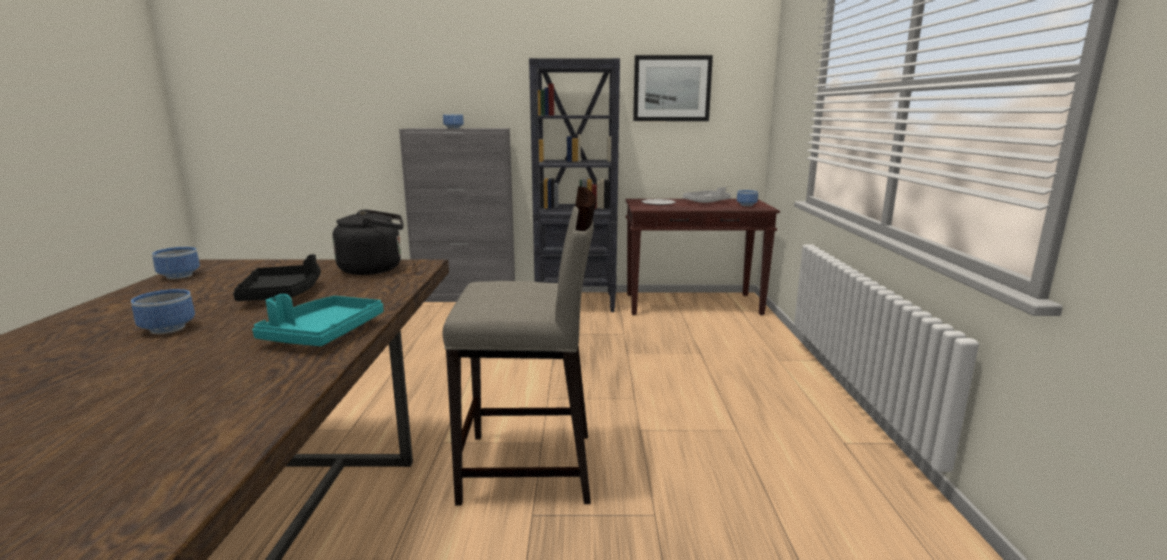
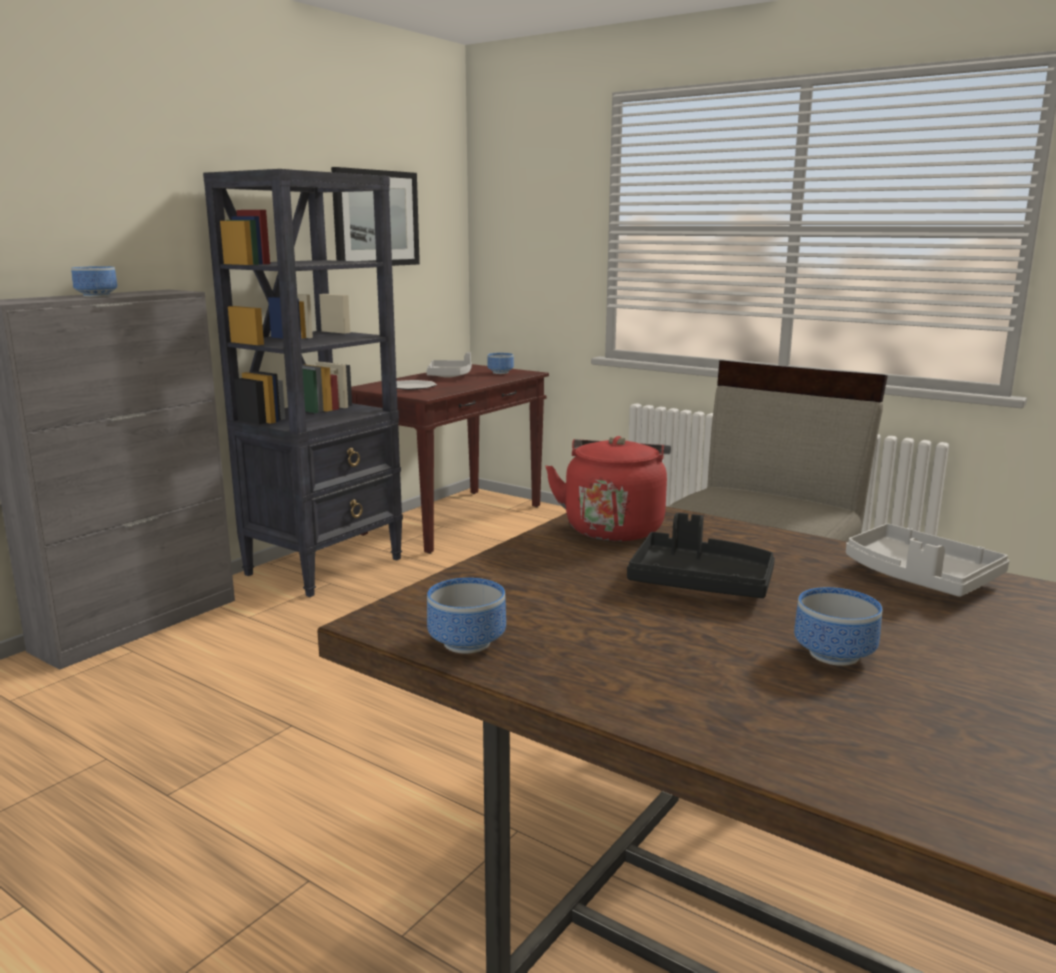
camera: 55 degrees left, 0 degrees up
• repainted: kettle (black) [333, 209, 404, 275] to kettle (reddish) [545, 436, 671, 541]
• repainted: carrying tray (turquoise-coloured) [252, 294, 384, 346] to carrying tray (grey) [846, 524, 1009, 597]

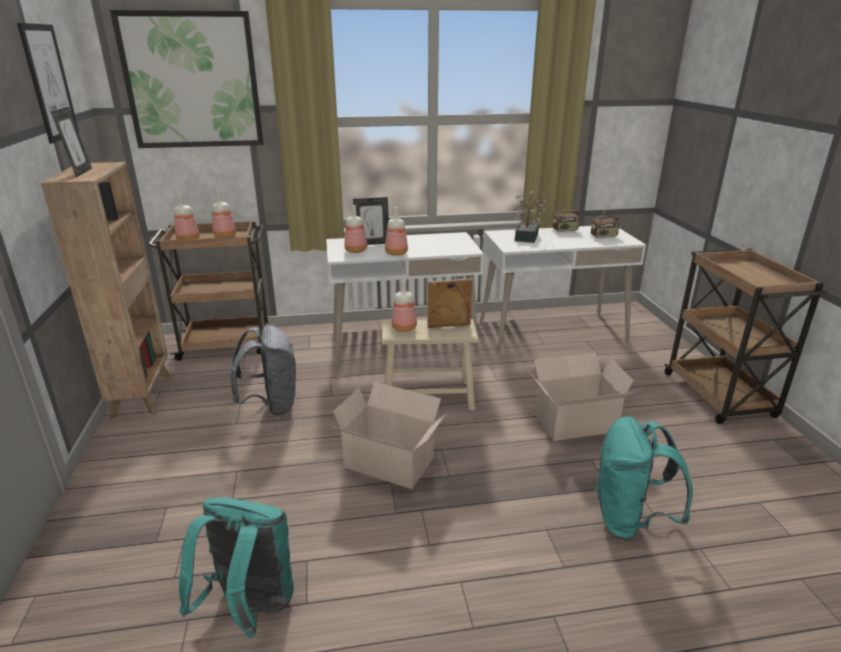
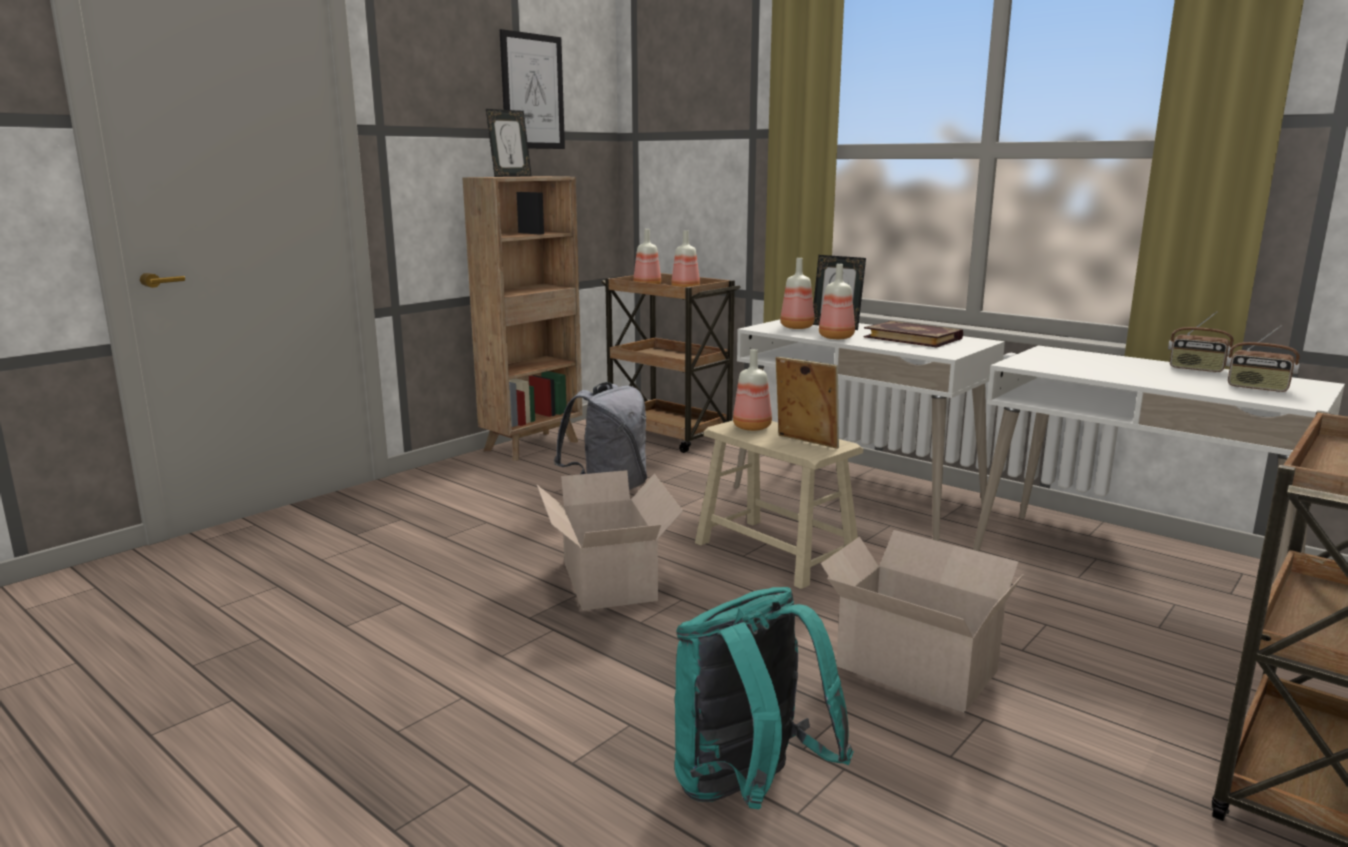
camera: 50 degrees right, 10 degrees down
• new: book [864, 321, 963, 347]
• gone: wall art [110, 10, 264, 148]
• gone: backpack (turquoise-coloured) [179, 497, 294, 638]
• gone: potted plant [512, 191, 547, 243]

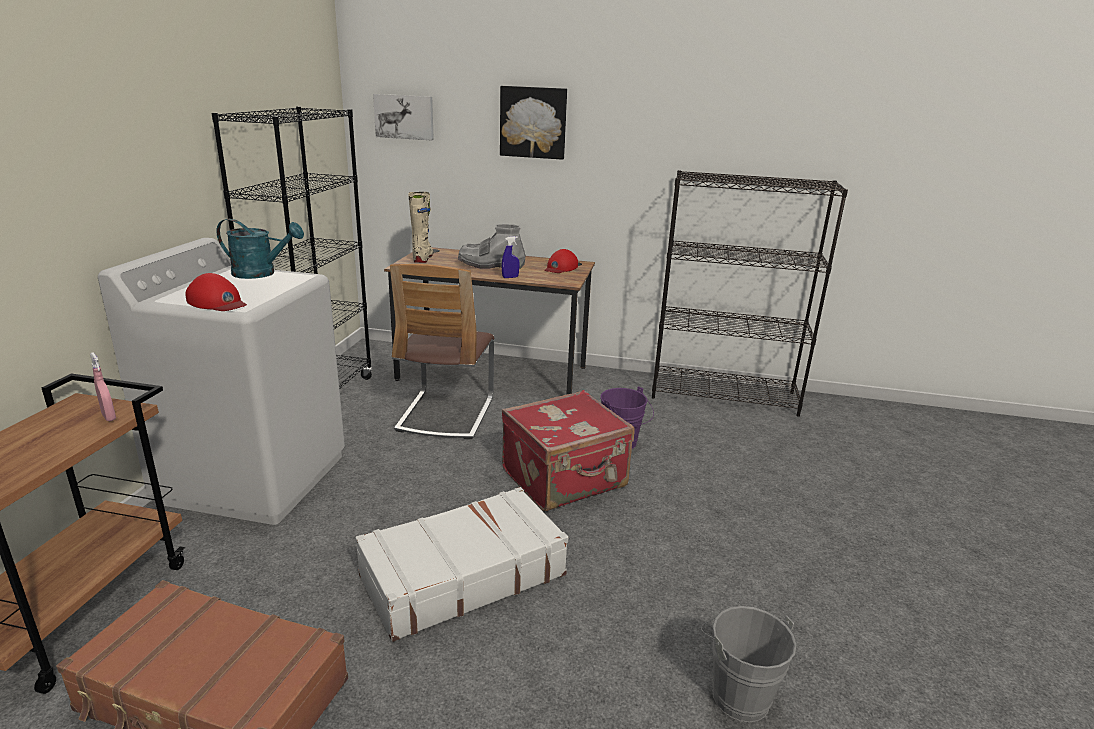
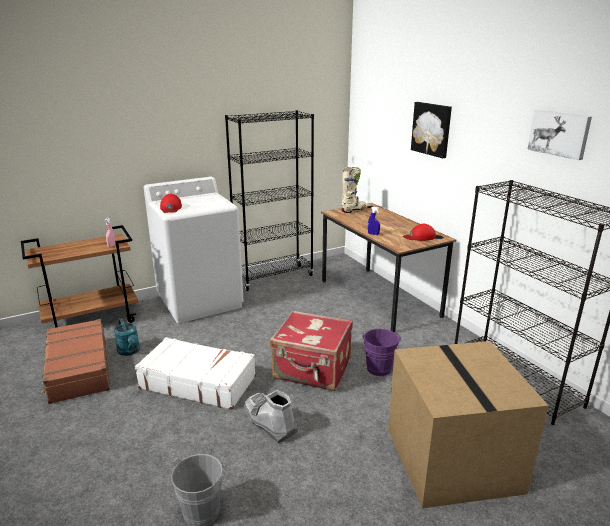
camera: 50 degrees right, 0 degrees up
• shifted: sprinkling can (turquoise-coloured) [217, 219, 304, 279] to [114, 318, 140, 356]
• shifted: tall boot (grey) [458, 224, 525, 269] to [244, 390, 298, 443]
• new: packing box [388, 341, 549, 508]
• shifted: wall art [373, 94, 434, 140] to [527, 110, 592, 160]
• gone: chair [390, 264, 494, 439]

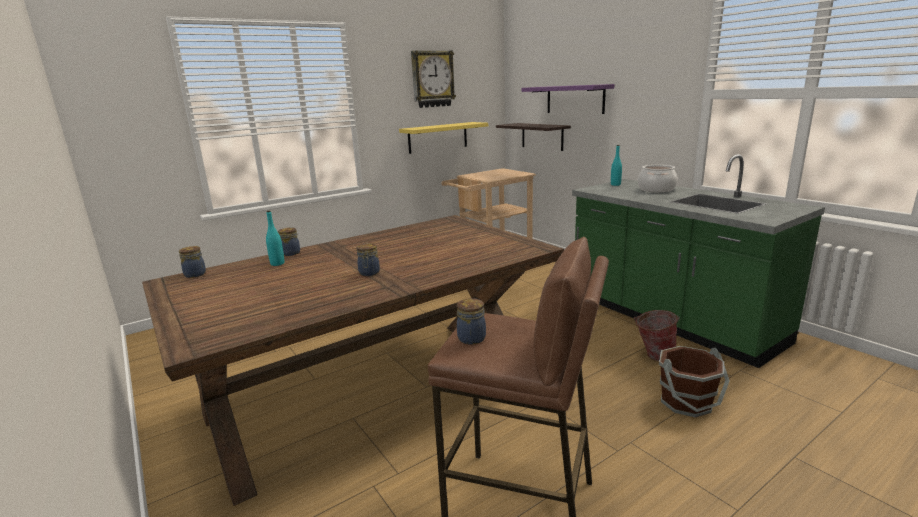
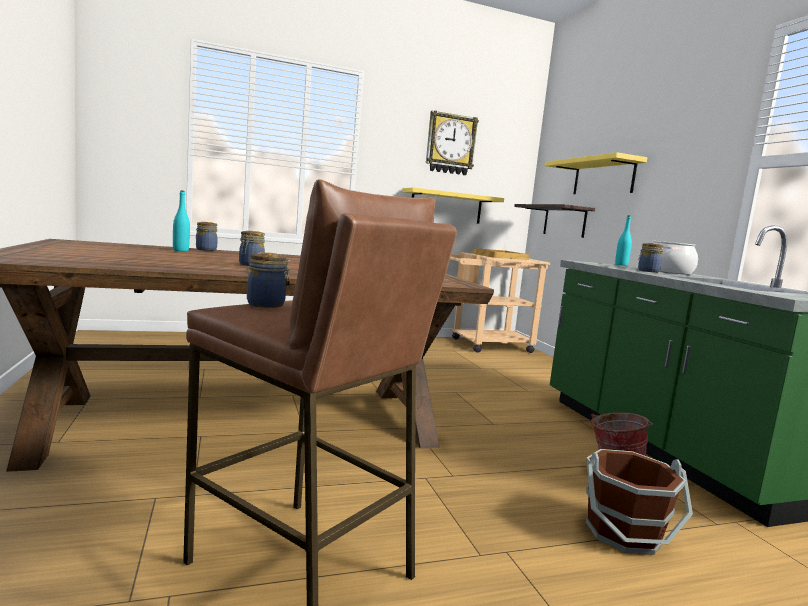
camera: 15 degrees right, 10 degrees down
• new: carrying tray (sand-coloured) [473, 248, 529, 260]
• repainted: bracket shelf (purple) [522, 84, 614, 114] to bracket shelf (yellow) [545, 152, 648, 194]
• shifted: jar [179, 246, 206, 278] to [638, 243, 664, 273]

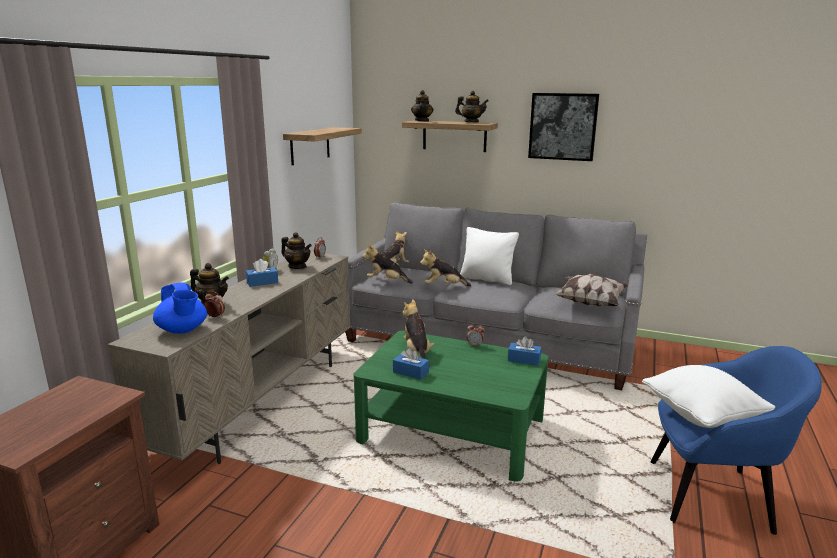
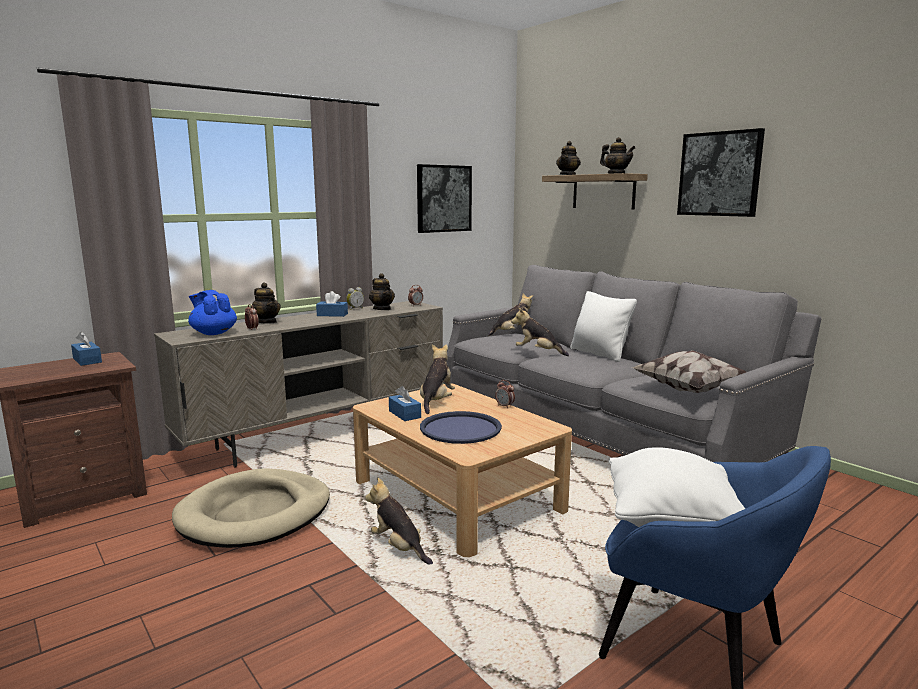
camera: 30 degrees right, 5 degrees down
• shifted: tissue holder (bluish) [508, 336, 542, 366] to [71, 332, 102, 366]
• new: pet bed (sand-coloured) [172, 468, 330, 548]
• rotated: tea pot (bluish) [153, 282, 207, 334] = [188, 290, 237, 335] 135 degrees clockwise
• repainted: coffee table (green) [354, 331, 549, 482] to coffee table (sand-coloured) [353, 383, 572, 557]
• shifted: soft toy [362, 244, 413, 284] to [365, 477, 433, 564]
• swapped: bracket shelf [283, 127, 362, 165] to wall art [417, 164, 472, 233]
• new: carrying tray (bluish) [420, 411, 502, 444]

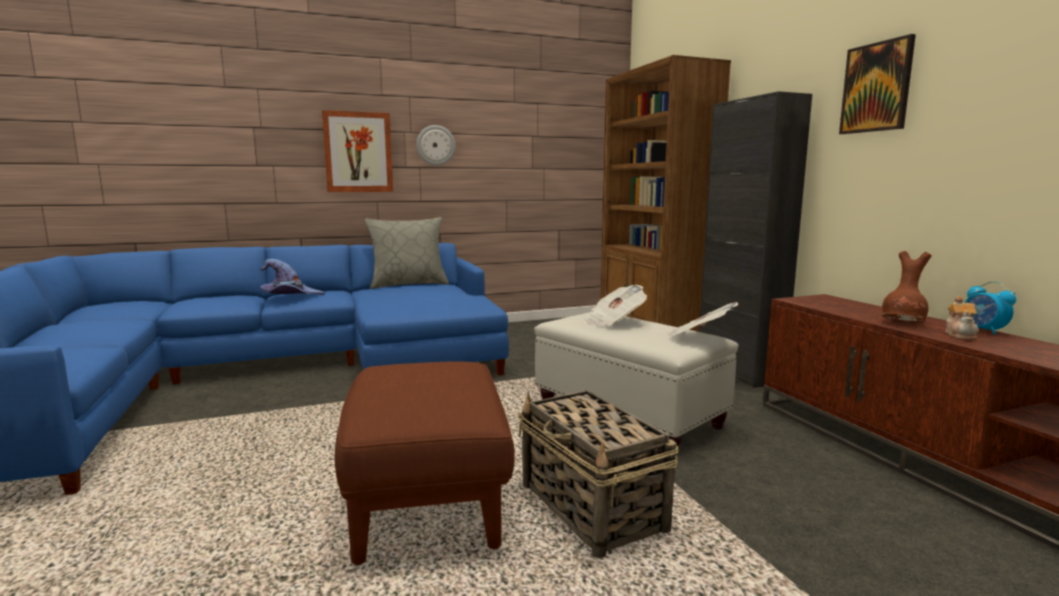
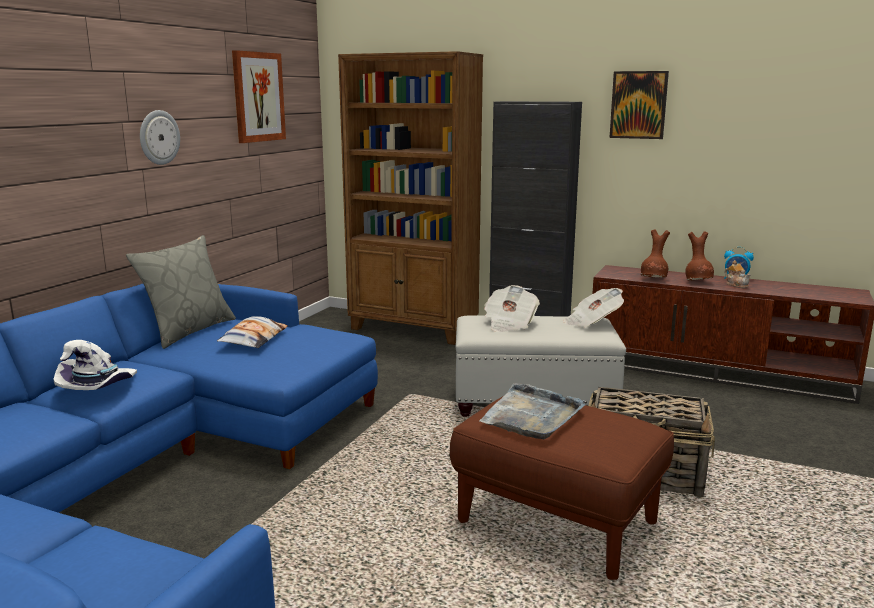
camera: 45 degrees left, 5 degrees up
• repainted: wearable hat (purple) [260, 259, 325, 295] to wearable hat (whitish) [54, 340, 137, 390]
• new: cushion [217, 316, 288, 348]
• shifted: wall art [322, 110, 393, 192] to [232, 50, 286, 143]
• new: carrying tray (grey) [479, 383, 586, 439]
• new: vase (brown) [641, 229, 670, 278]

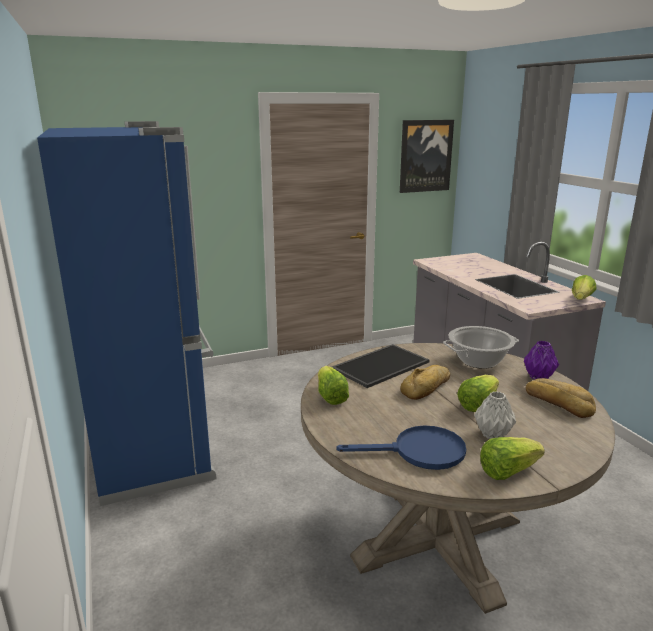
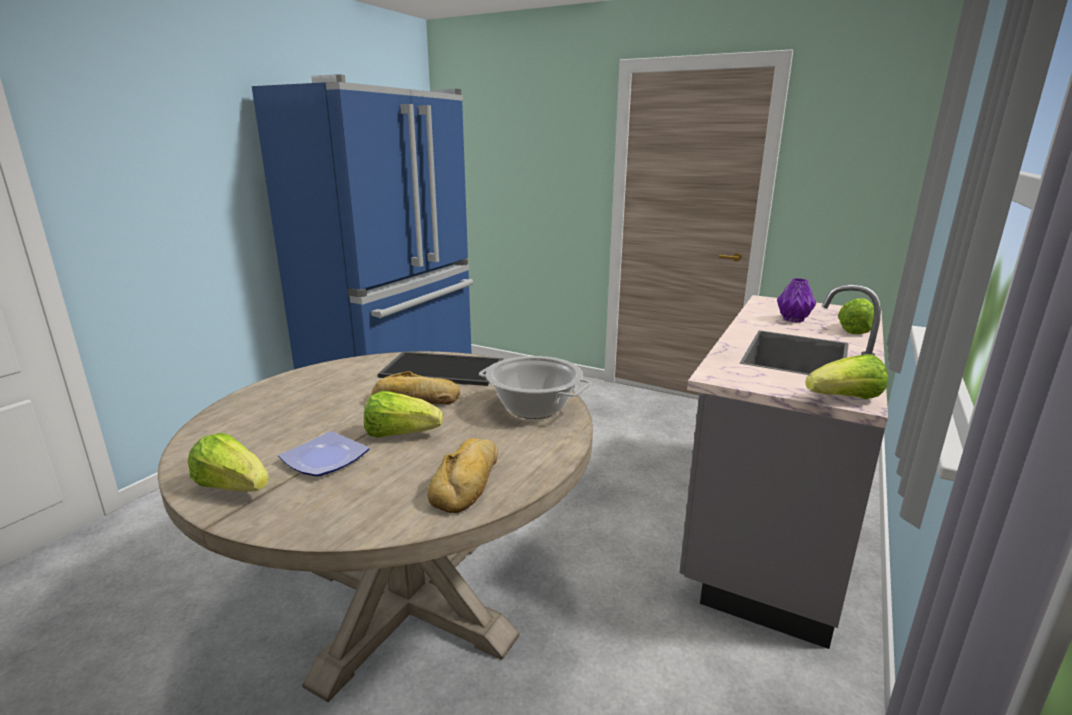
camera: 50 degrees right, 0 degrees up
• swapped: vase (grey) [474, 391, 516, 439] to flat dish [278, 431, 370, 477]
• shifted: vase (purple) [524, 341, 559, 379] to [777, 278, 816, 322]
• shifted: lettuce head [318, 366, 349, 405] to [838, 298, 874, 334]
• gone: frying pan (bluish) [336, 425, 466, 470]
• gone: wall art [400, 120, 454, 193]

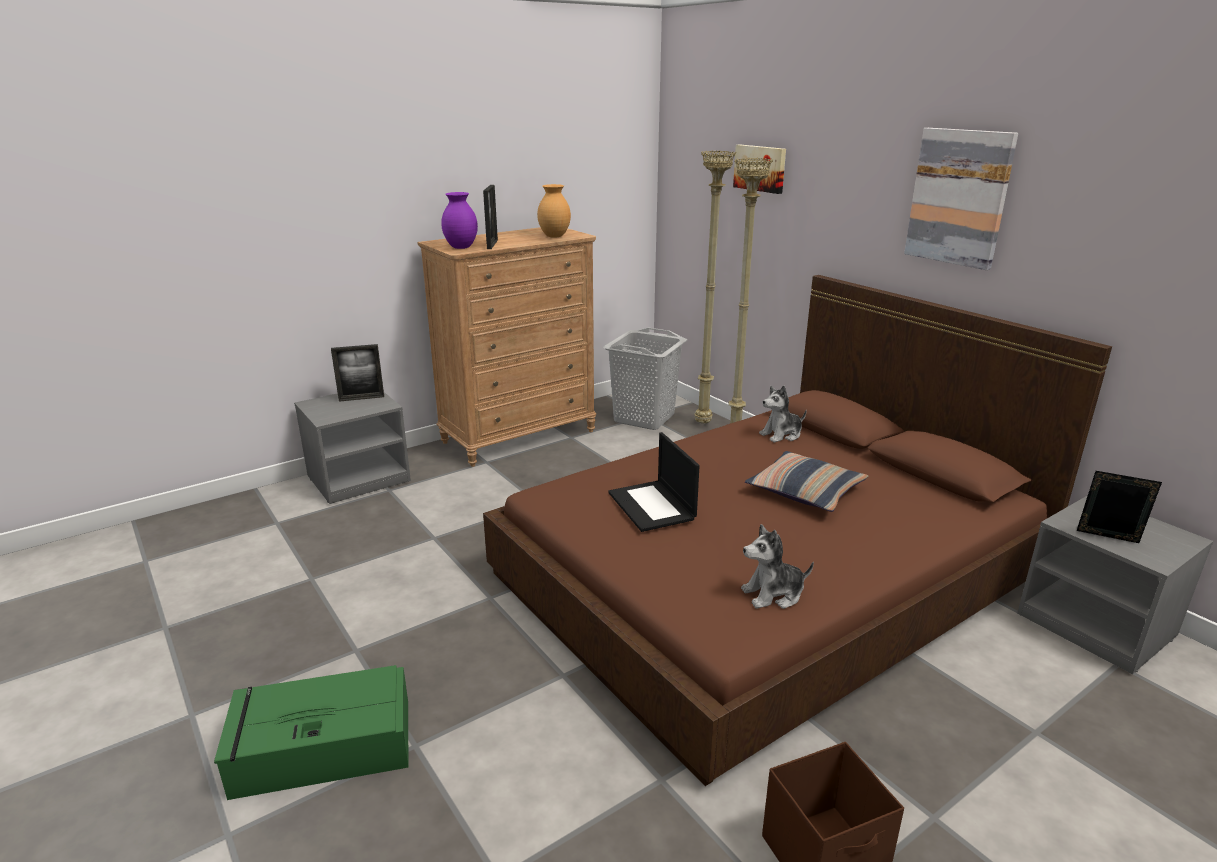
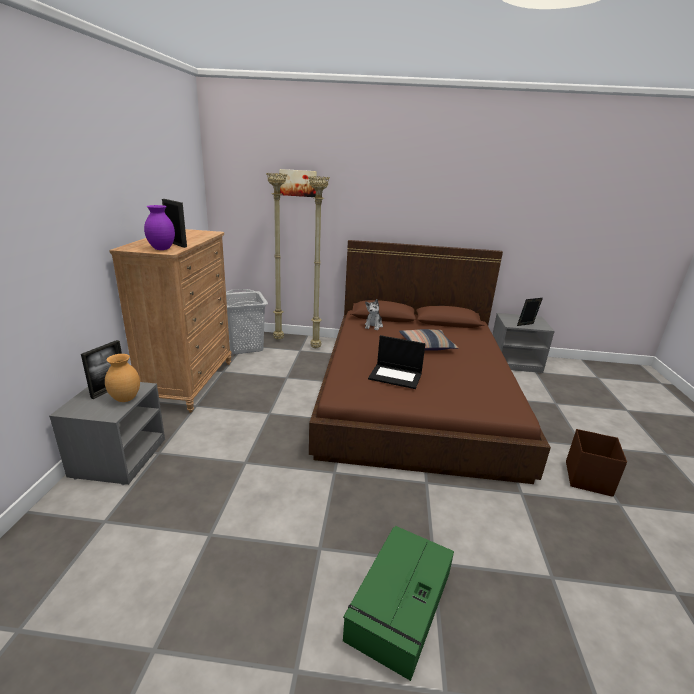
camera: 50 degrees left, 0 degrees up
• shifted: vase (brown) [537, 184, 571, 238] to [105, 354, 140, 402]
• gone: soft toy [741, 524, 814, 609]
• gone: wall art [904, 128, 1018, 270]

